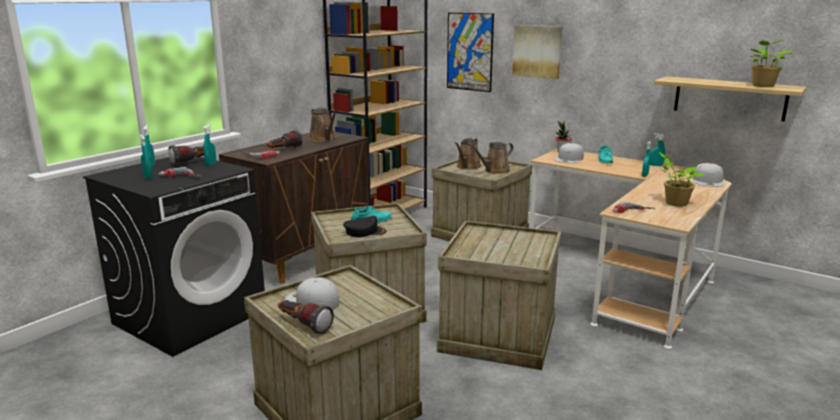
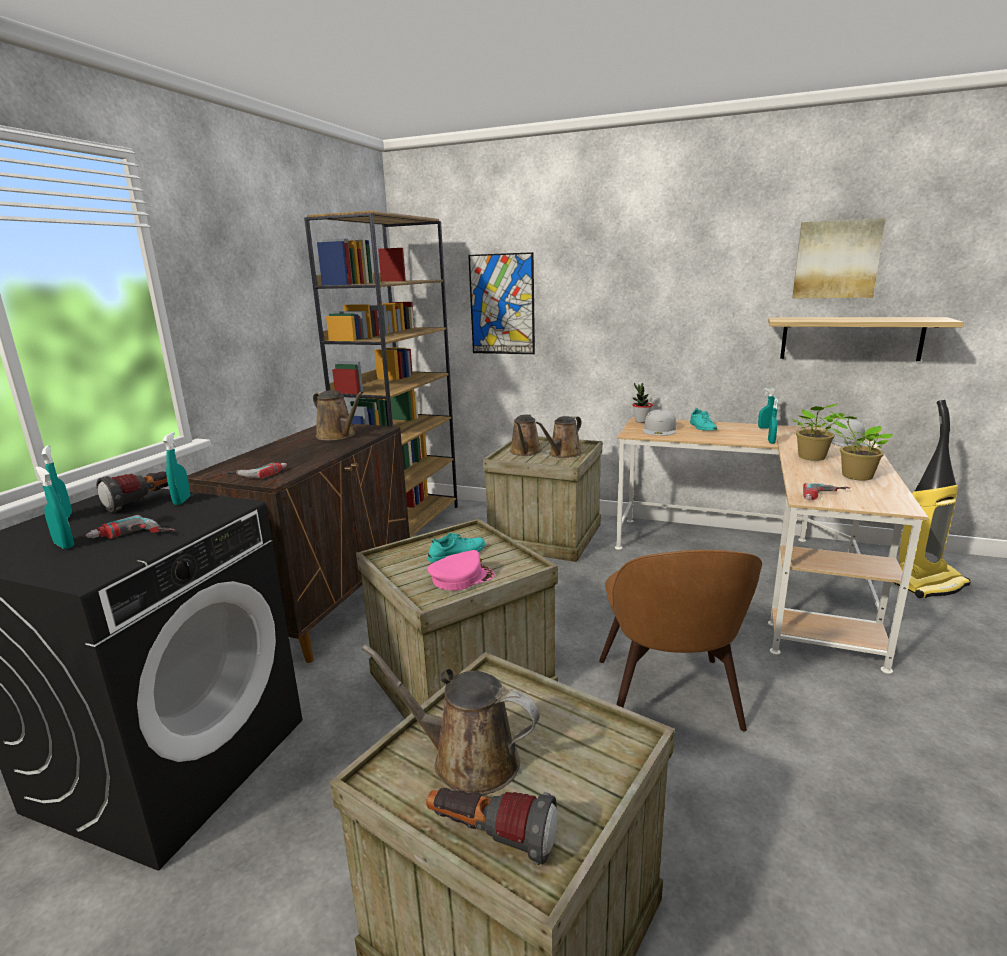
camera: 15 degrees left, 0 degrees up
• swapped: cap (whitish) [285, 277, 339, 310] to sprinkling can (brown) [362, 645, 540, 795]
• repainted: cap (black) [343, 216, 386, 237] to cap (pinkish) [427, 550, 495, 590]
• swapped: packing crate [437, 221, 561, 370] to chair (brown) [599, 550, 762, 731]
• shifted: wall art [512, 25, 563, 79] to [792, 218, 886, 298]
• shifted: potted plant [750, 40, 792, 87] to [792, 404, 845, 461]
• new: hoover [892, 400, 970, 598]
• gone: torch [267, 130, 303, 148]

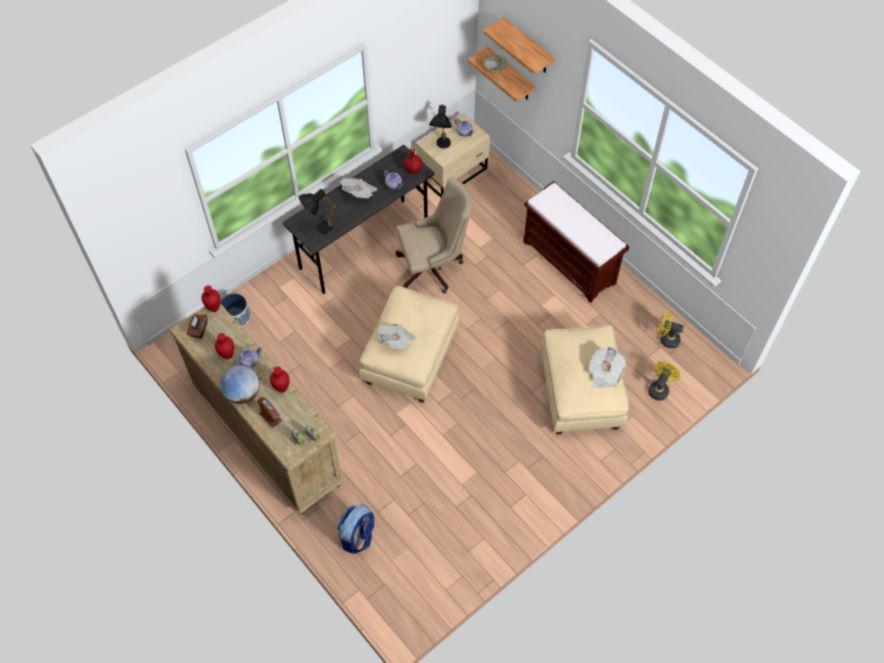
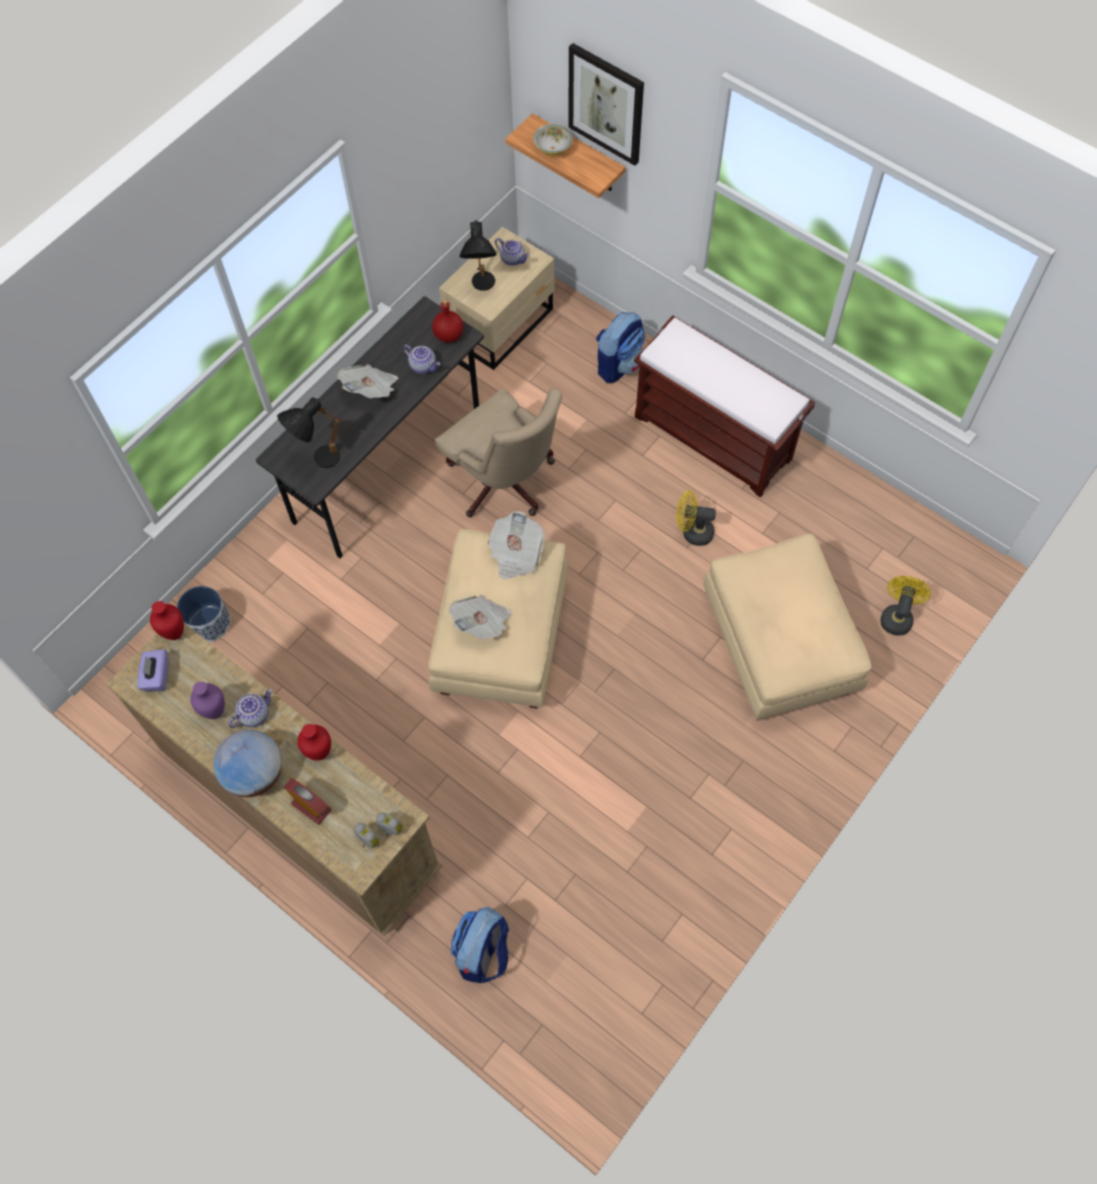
camera: 10 degrees left, 5 degrees up
• repainted: tissue holder (brown) [187, 315, 208, 339] to tissue holder (purple) [138, 649, 169, 691]
• repainted: vase (reddish) [215, 333, 234, 359] to vase (purple) [190, 682, 225, 719]
• rotated: computer chair (sand-coloured) [396, 177, 473, 293] = [435, 388, 562, 517] 75 degrees clockwise
• shifted: printed paper [589, 347, 626, 388] to [488, 511, 545, 579]
• swapped: bracket shelf [483, 17, 555, 74] to wall art [569, 43, 644, 166]
• new: backpack [596, 312, 645, 383]
• shifted: electric fan (yellow) [658, 311, 684, 348] to [676, 491, 716, 546]

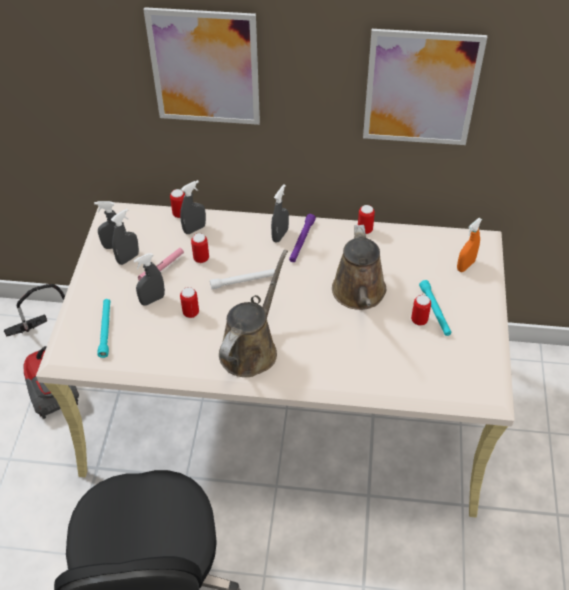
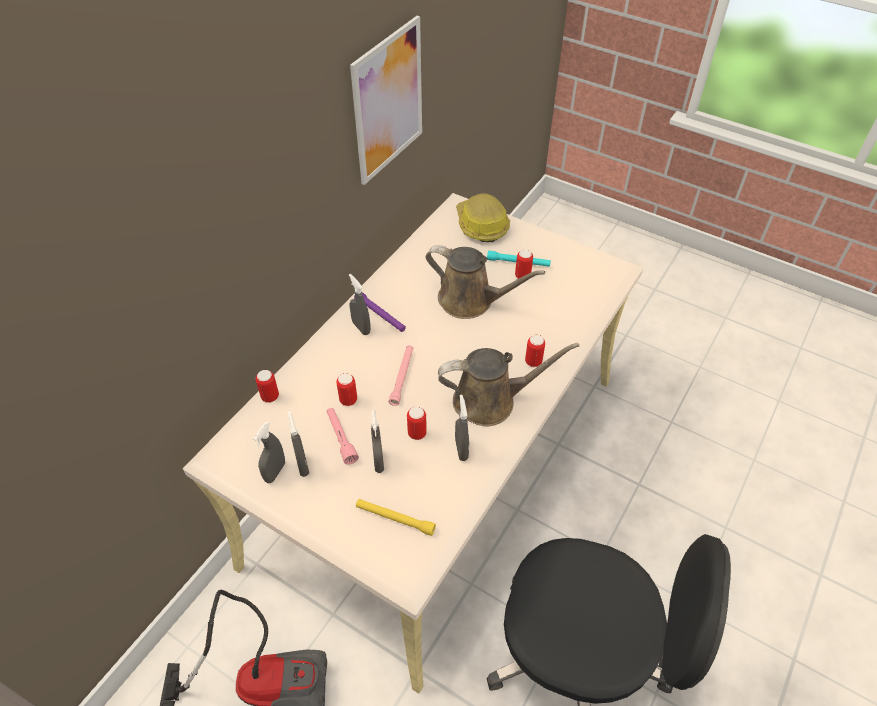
camera: 65 degrees left, 0 degrees up
• repainted: torch (turquoise-coloured) [98, 299, 111, 358] to torch (yellow) [356, 499, 436, 536]
• repainted: torch (whitish) [210, 269, 275, 289] to torch (pinkish) [389, 345, 413, 406]
• rotated: sprinkling can (brown) [219, 250, 288, 377] = [438, 343, 579, 426] 120 degrees clockwise
• shifted: spray bottle (grey) [180, 180, 206, 234] to [455, 395, 469, 461]
• swapped: spray bottle (orange-coloured) [457, 218, 482, 272] to safety helmet [456, 193, 510, 242]
• shifted: sealed can [358, 205, 375, 234] to [525, 335, 545, 367]
• gone: wall art [143, 7, 260, 125]

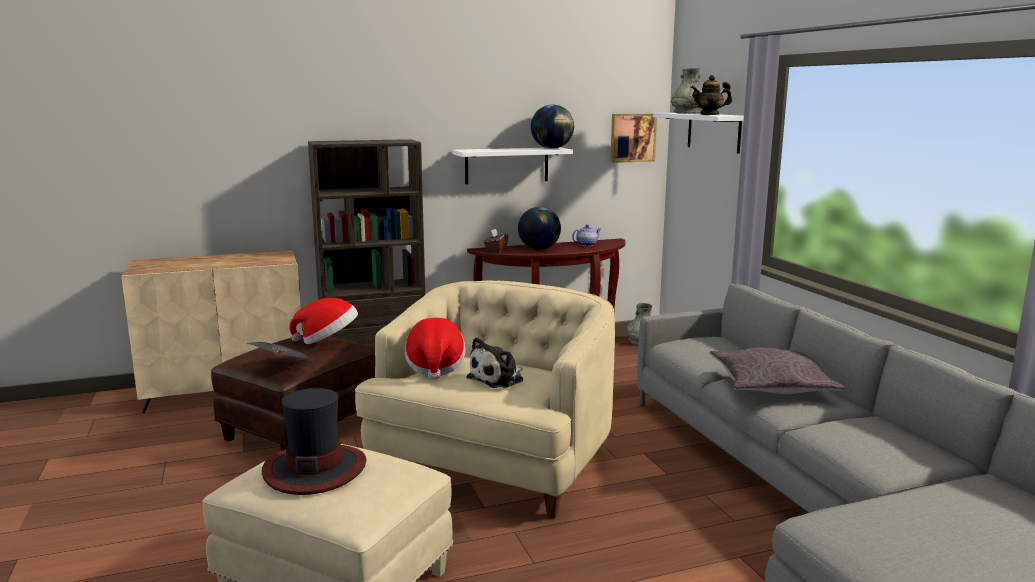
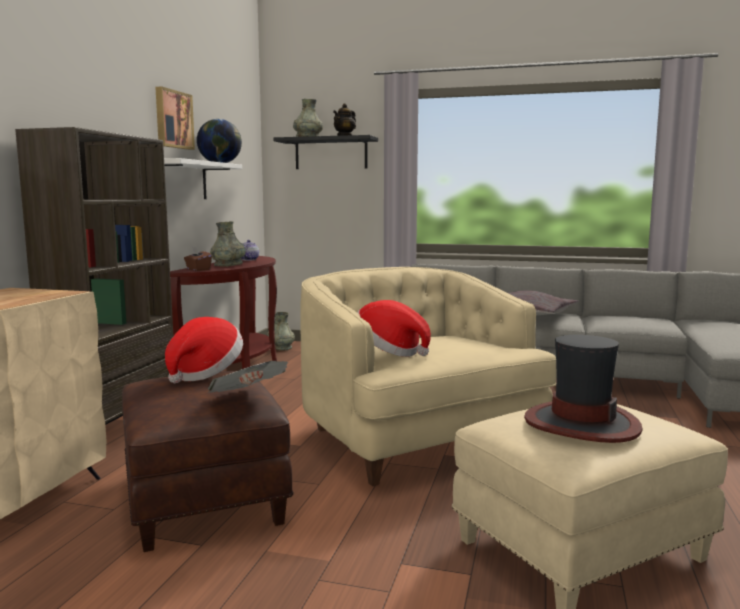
camera: 55 degrees left, 5 degrees down
• shifted: wall art [610, 114, 657, 163] to [155, 86, 195, 150]
• swapped: desk globe [518, 207, 561, 250] to vase (grey) [210, 221, 246, 267]
• repainted: bracket shelf (whitish) [653, 113, 744, 154] to bracket shelf (black) [274, 135, 378, 169]
• gone: soft toy [466, 337, 523, 388]

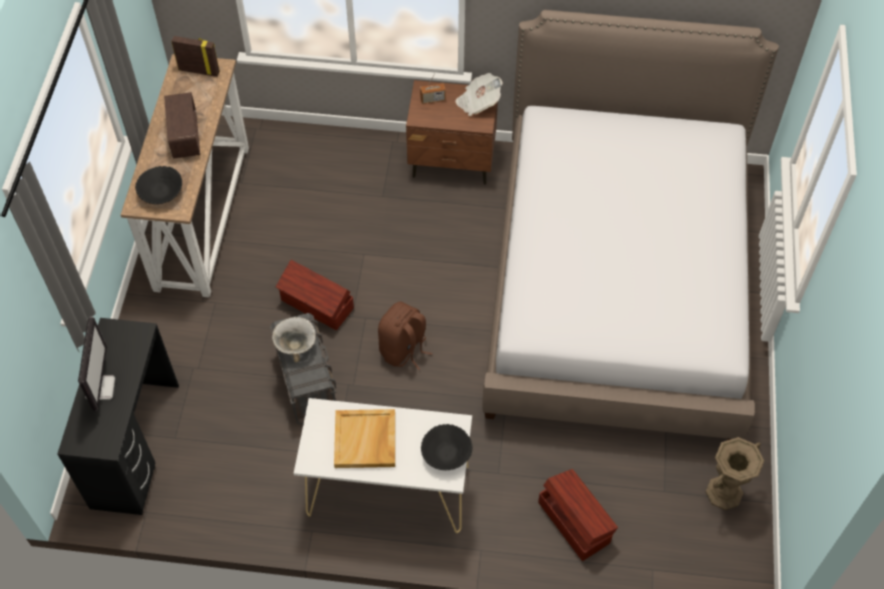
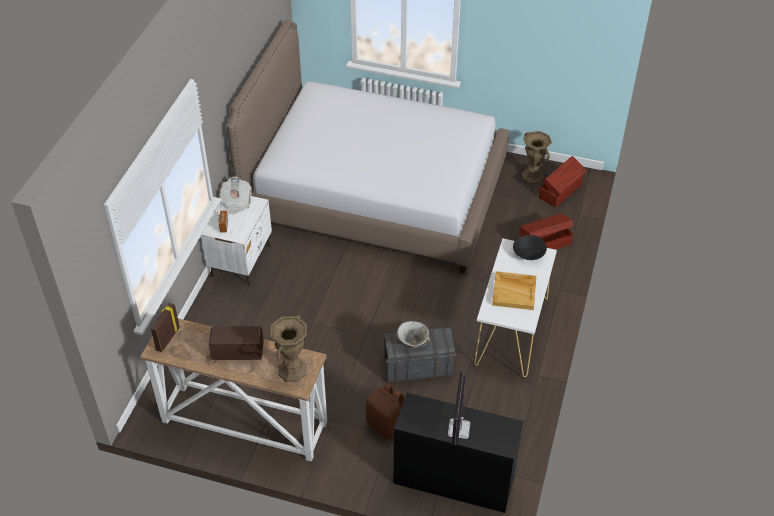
camera: 80 degrees left, 10 degrees down
• repainted: nightstand (brown) [406, 80, 498, 185] to nightstand (whitish) [201, 196, 272, 285]
• swapped: deep dish (black) [135, 166, 182, 204] to vase (brown) [270, 315, 307, 382]
• shifted: backpack (brown) [378, 302, 432, 370] to [365, 382, 404, 439]
• rotated: monitor [78, 317, 116, 411] = [448, 372, 471, 445] 90 degrees counterclockwise
• shifted: storage bin (brown) [276, 260, 354, 330] to [539, 156, 587, 207]

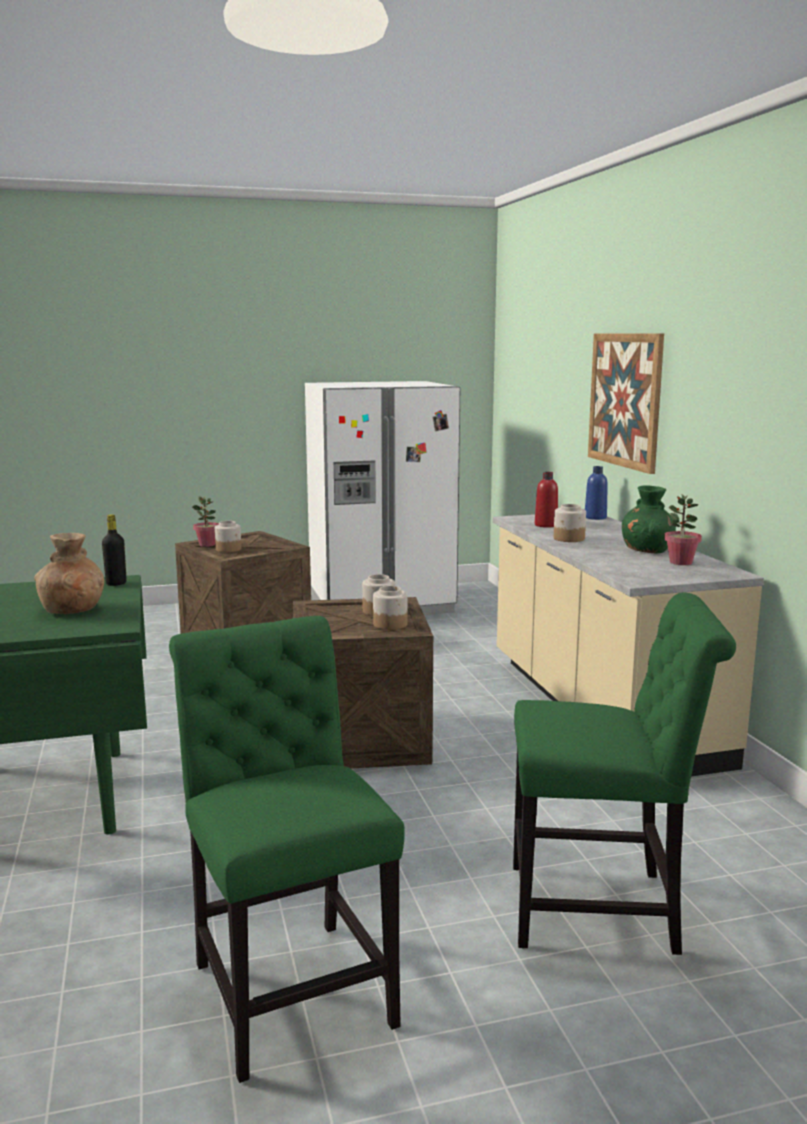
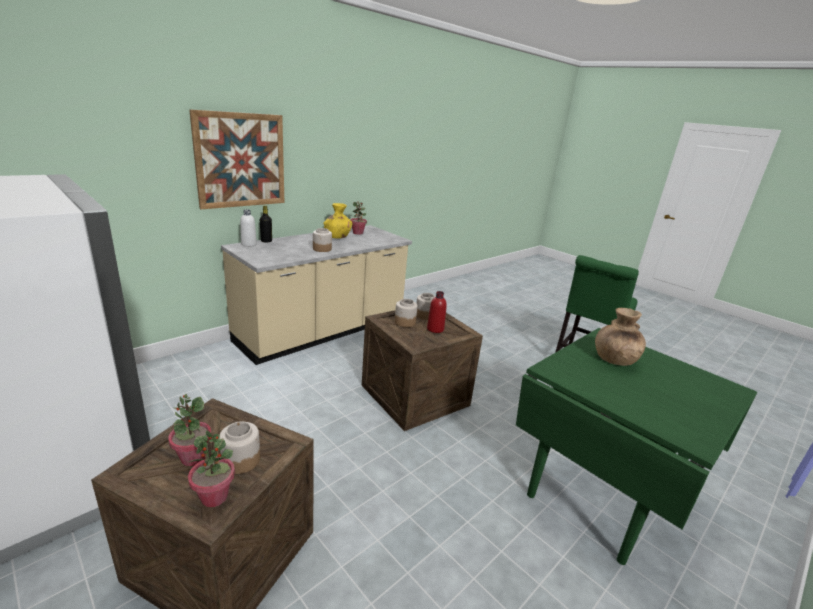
camera: 120 degrees left, 10 degrees up
• new: potted plant [169, 394, 211, 466]
• repainted: bottle (bluish) [585, 466, 608, 520] to bottle (whitish) [240, 209, 257, 247]
• shifted: bottle (black) [102, 514, 127, 586] to [260, 205, 272, 242]
• repainted: vase (green) [622, 485, 676, 553] to vase (yellow) [324, 203, 352, 238]
• shifted: bottle (reddish) [535, 472, 558, 528] to [427, 291, 447, 333]
• gone: chair (green) [513, 592, 736, 955]

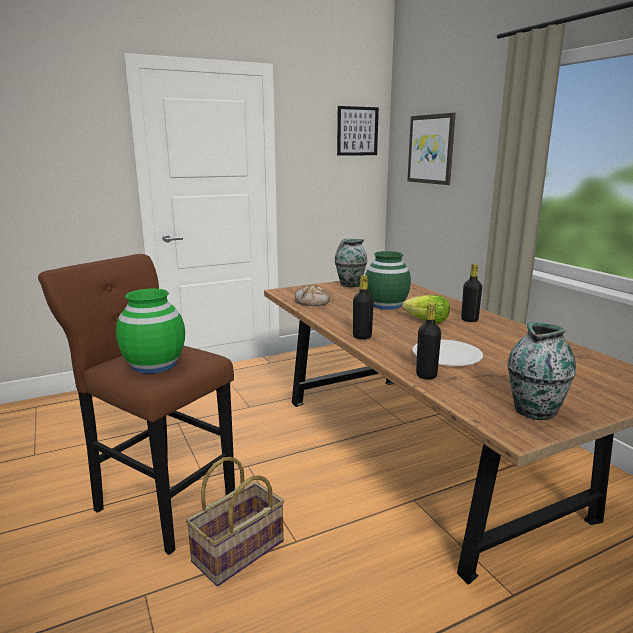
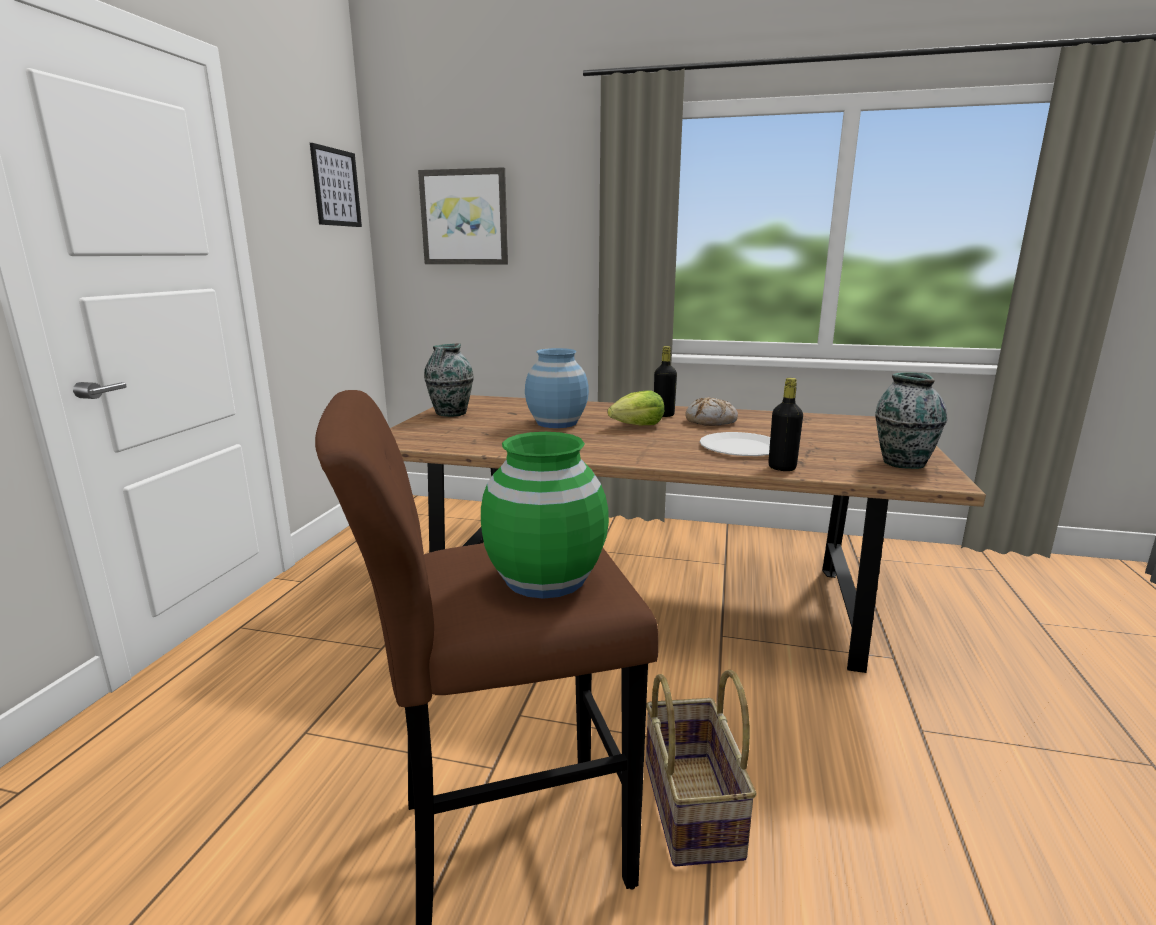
camera: 50 degrees left, 0 degrees up
• repainted: vase (green) [365, 251, 411, 310] to vase (bluish) [525, 348, 589, 428]
• shifted: bakery bread [295, 285, 330, 306] to [686, 397, 738, 426]
• gone: bottle (black) [353, 275, 374, 339]

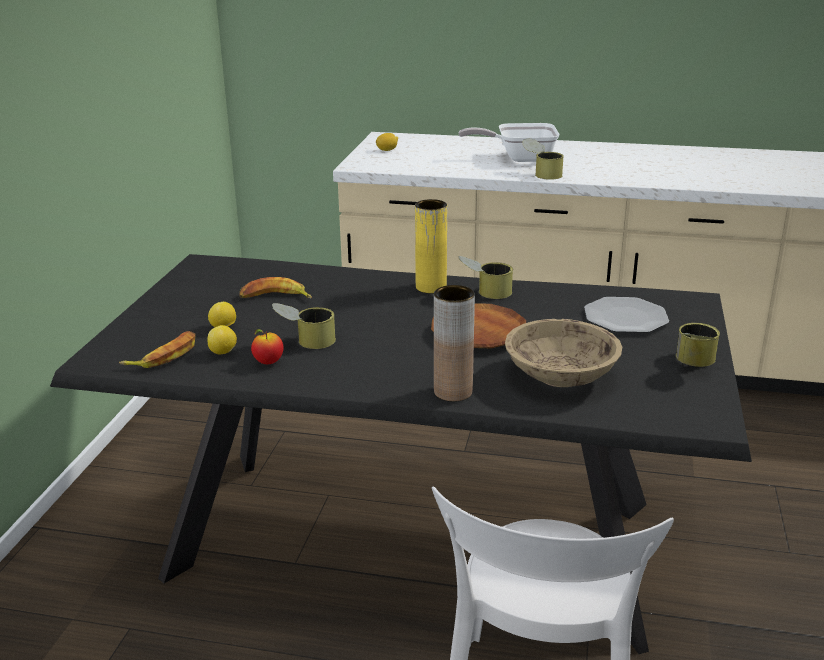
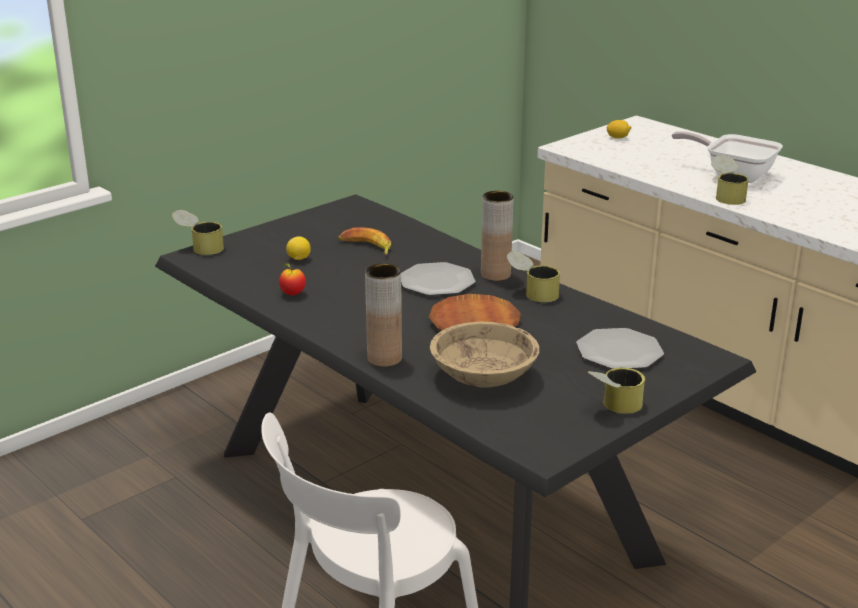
camera: 35 degrees right, 0 degrees up
• shifted: sealed can [272, 303, 336, 349] to [172, 210, 224, 255]
• new: flat dish [401, 262, 476, 296]
• repainted: vase (yellow) [415, 199, 447, 294] to vase (brown) [481, 191, 514, 281]
• gone: whole banana [119, 331, 196, 368]
• gone: citrus fruit [207, 325, 237, 354]

